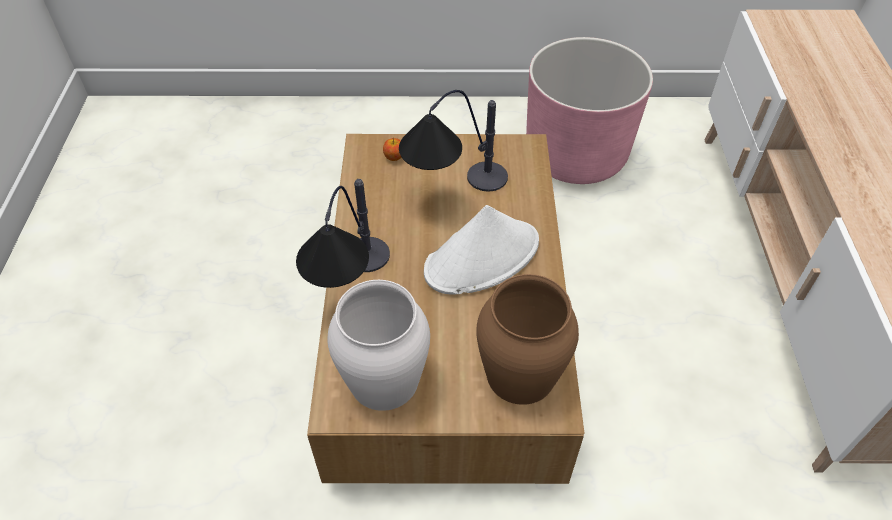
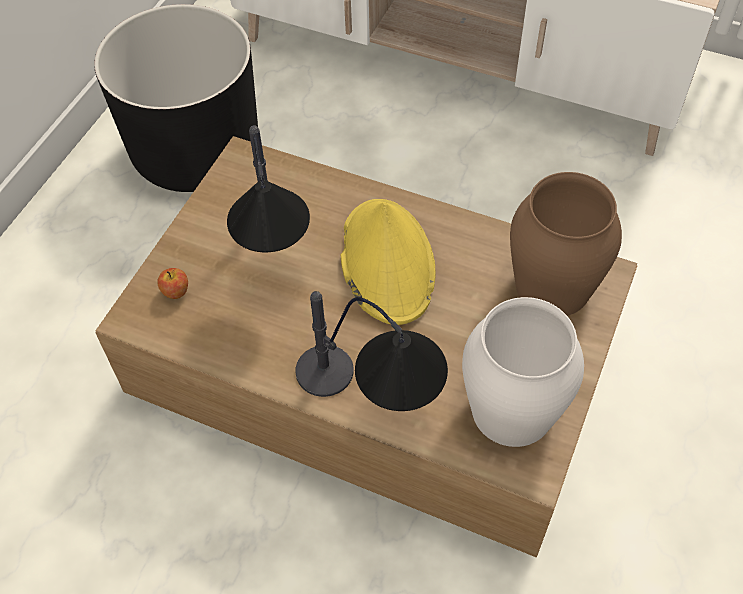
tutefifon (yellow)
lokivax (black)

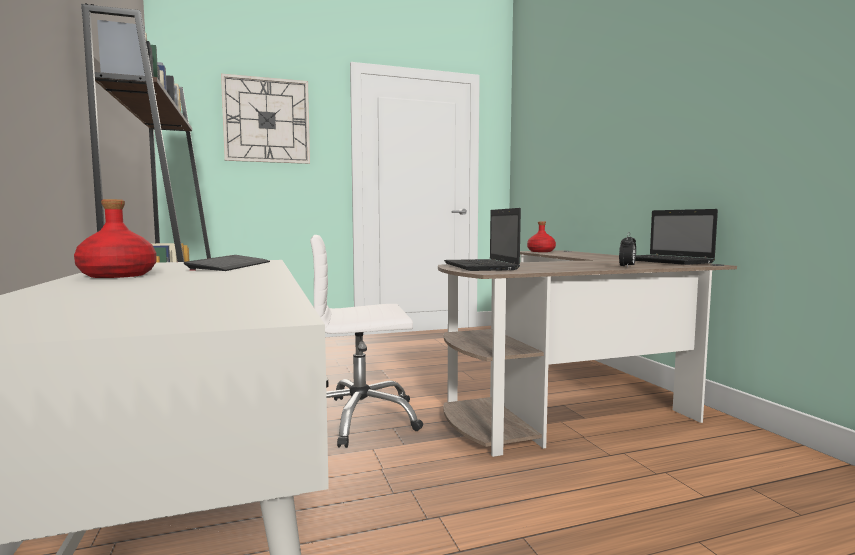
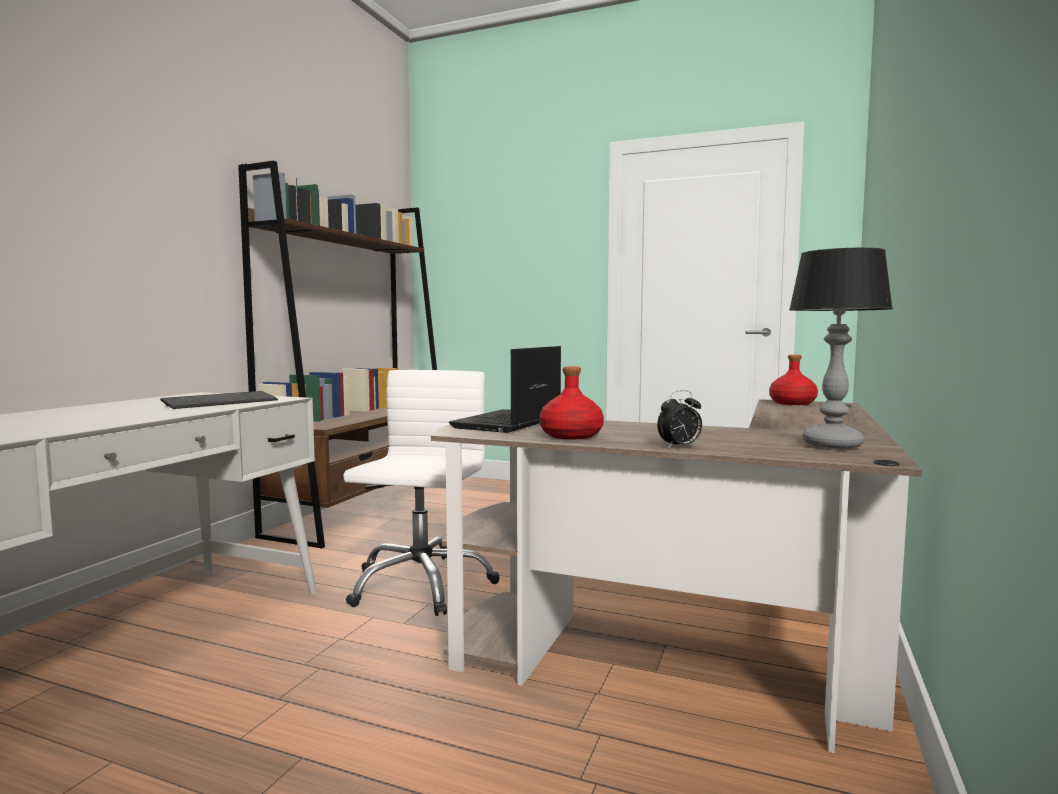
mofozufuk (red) (no. 1 from left)
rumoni
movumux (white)
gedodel

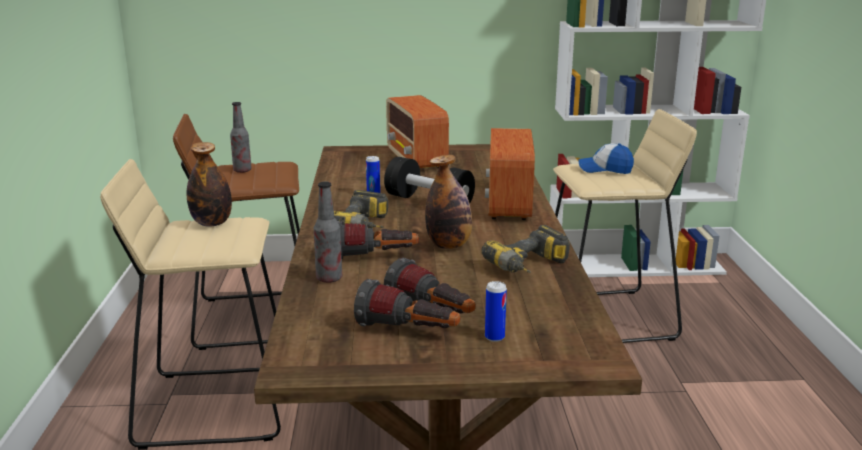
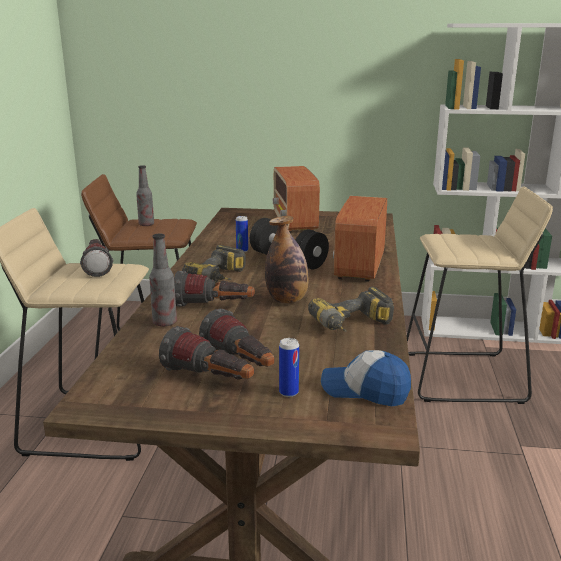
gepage (no. 1 from left)
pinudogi

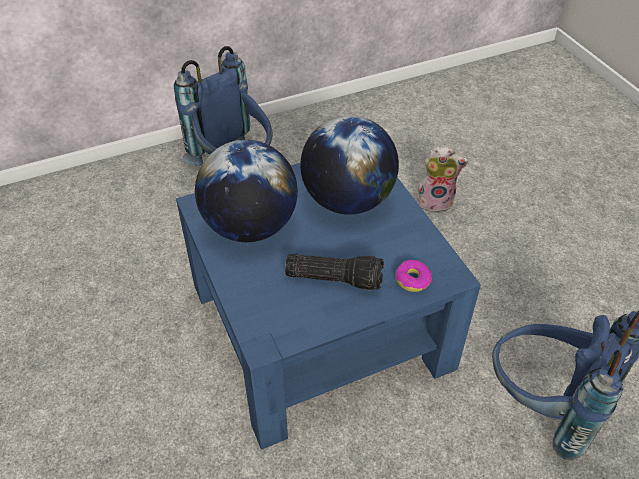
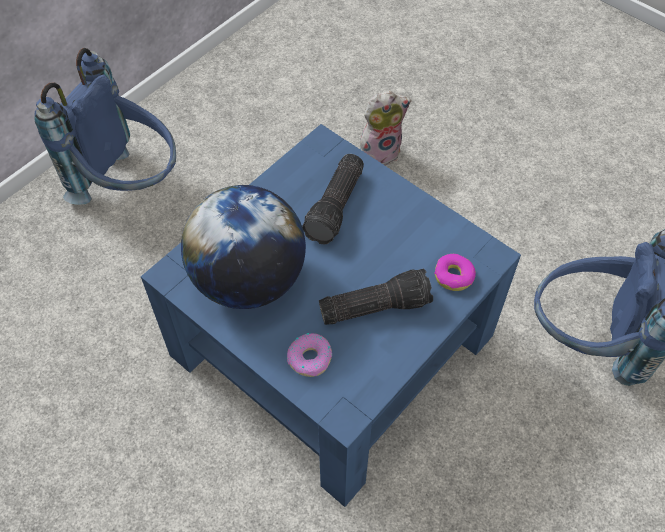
gepage (no. 1 from left)
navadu (no. 1 from left)

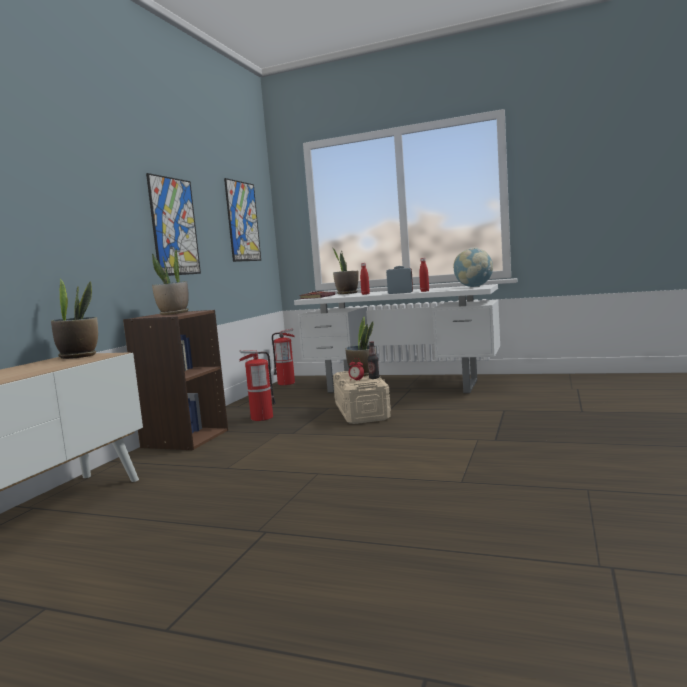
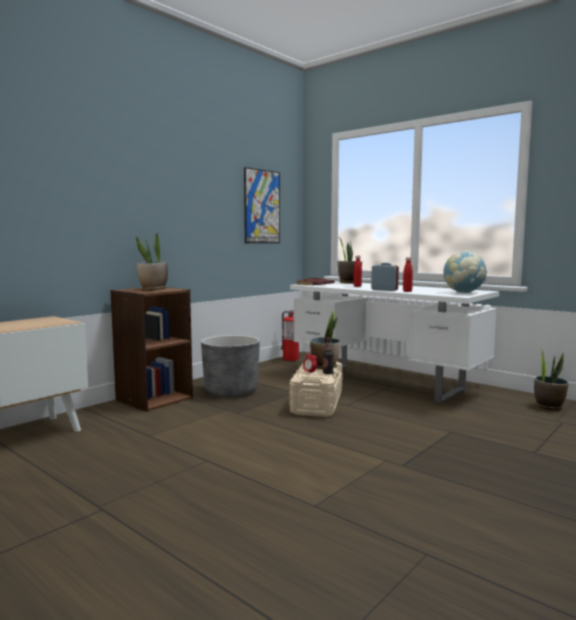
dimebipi (no. 4 from left)
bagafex (no. 1 from left in the first image)
lokivax (grey)

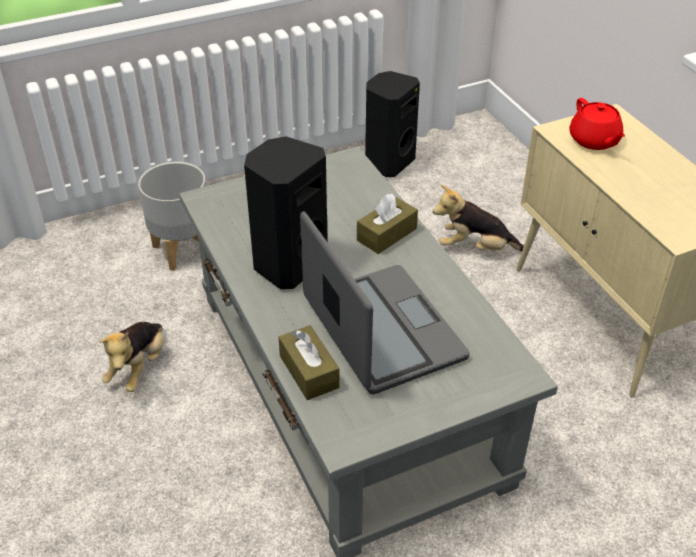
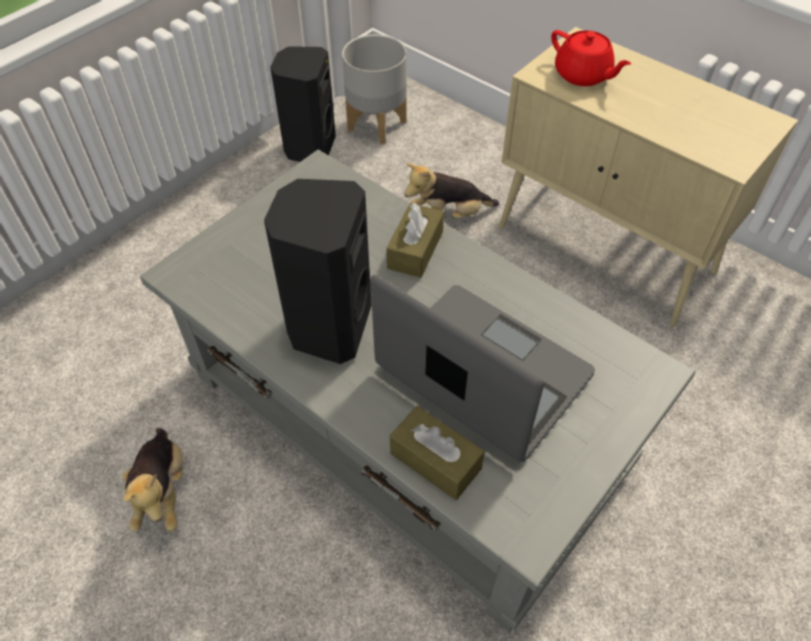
lokivax (grey)

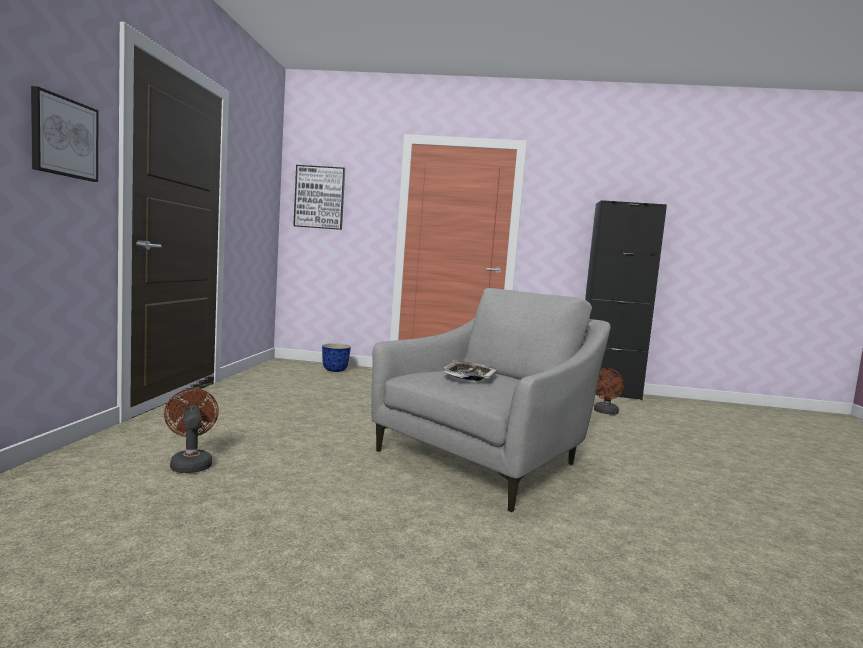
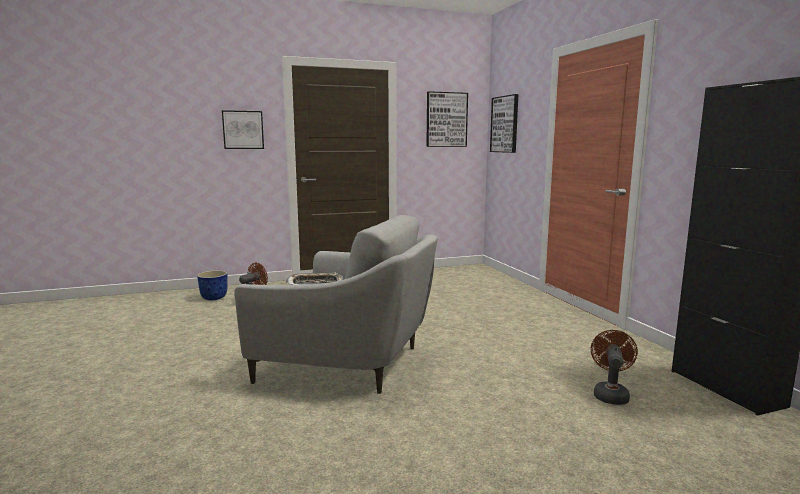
lokivax
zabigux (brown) (no. 2 from left)
bagafex (no. 2 from left)

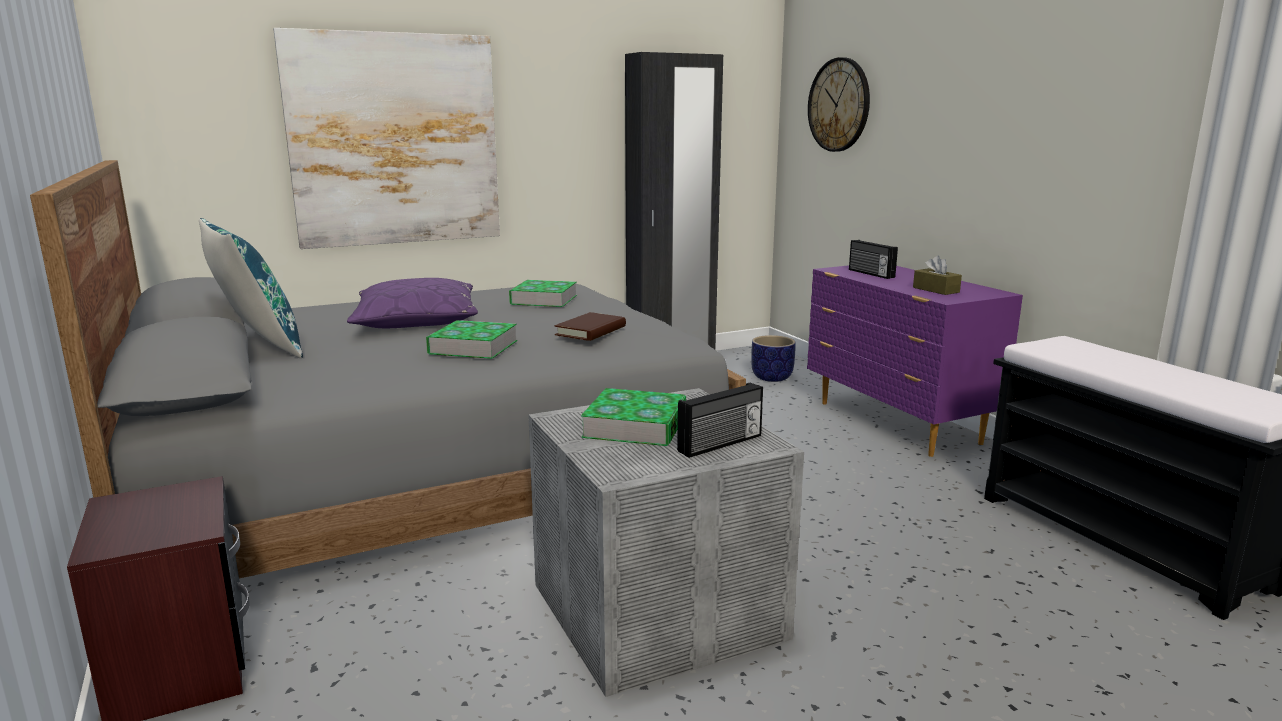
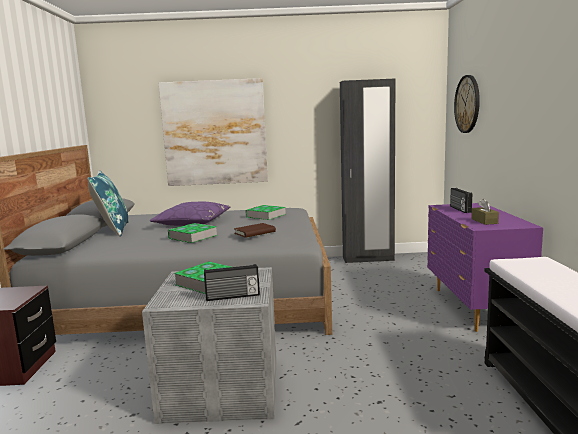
lokivax

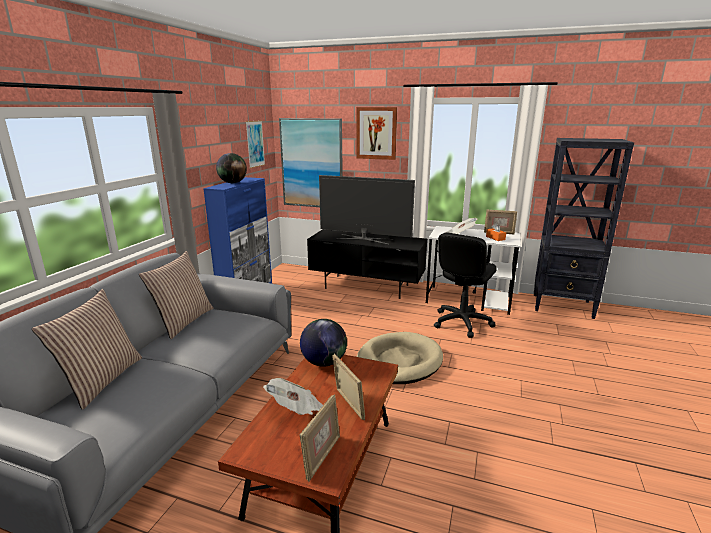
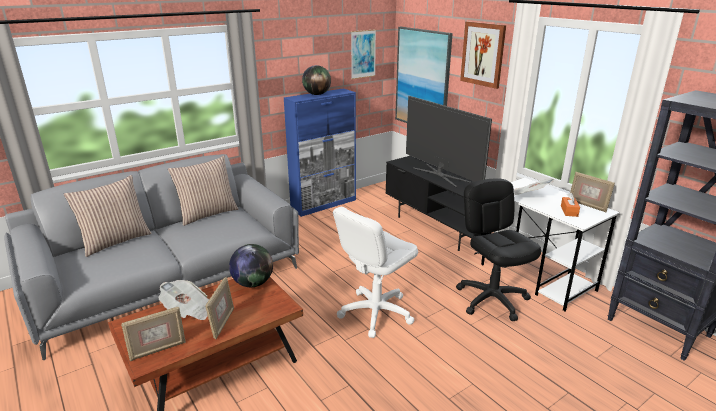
movumux (white)
movumux (black)

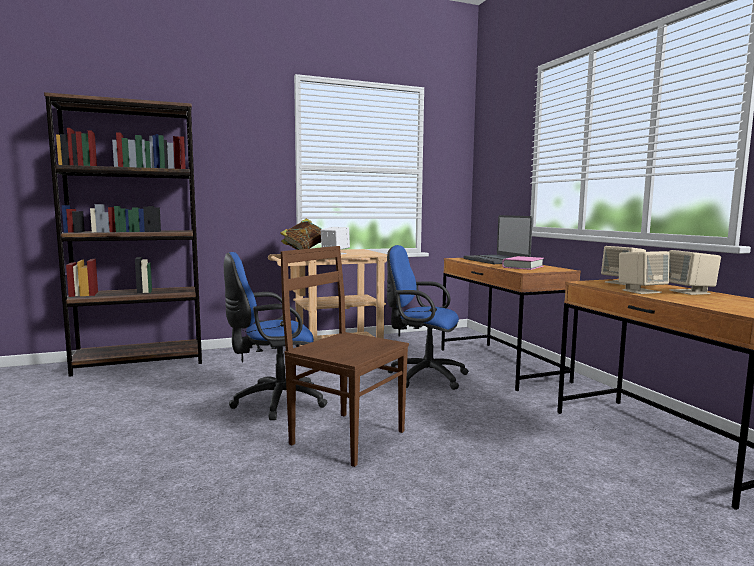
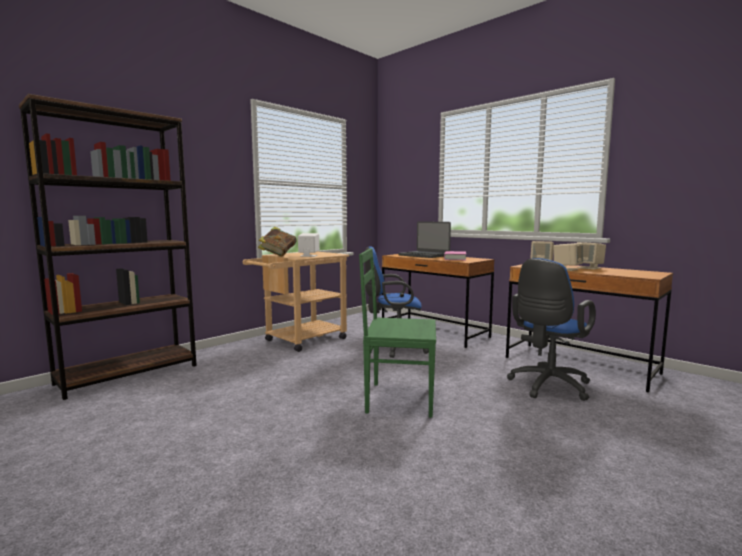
movumux (blue) (no. 2 from left)
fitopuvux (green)

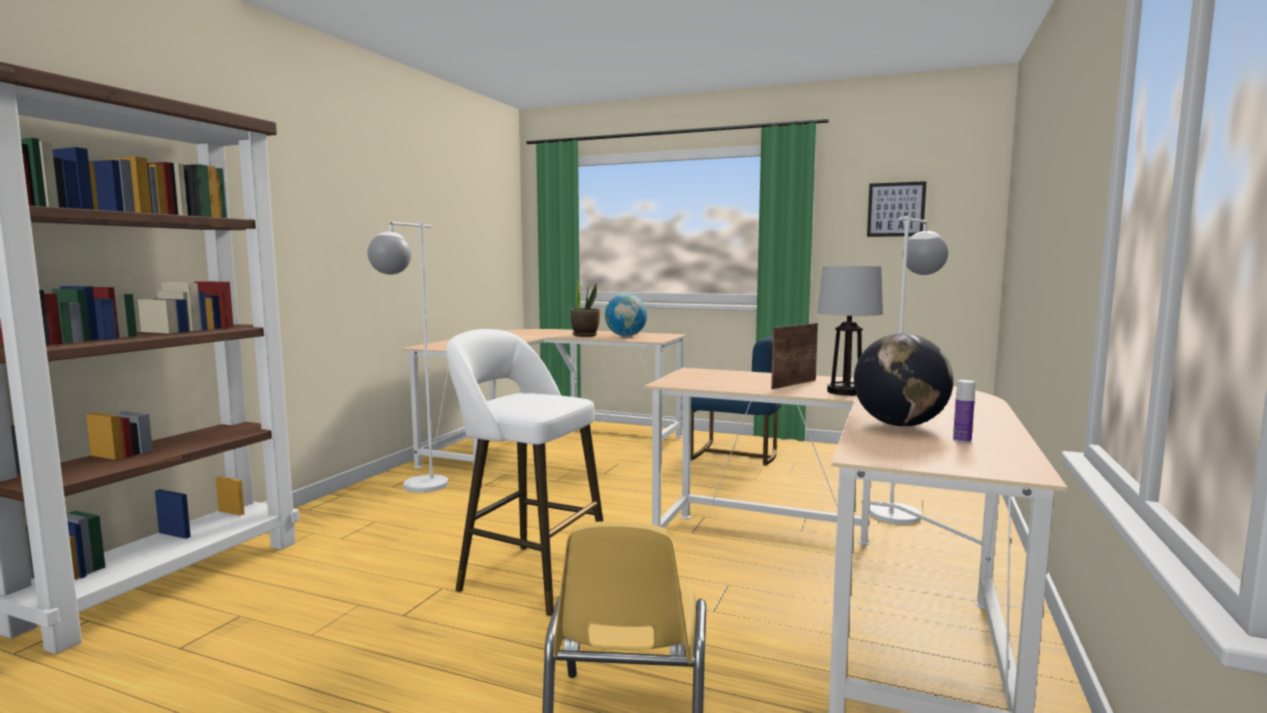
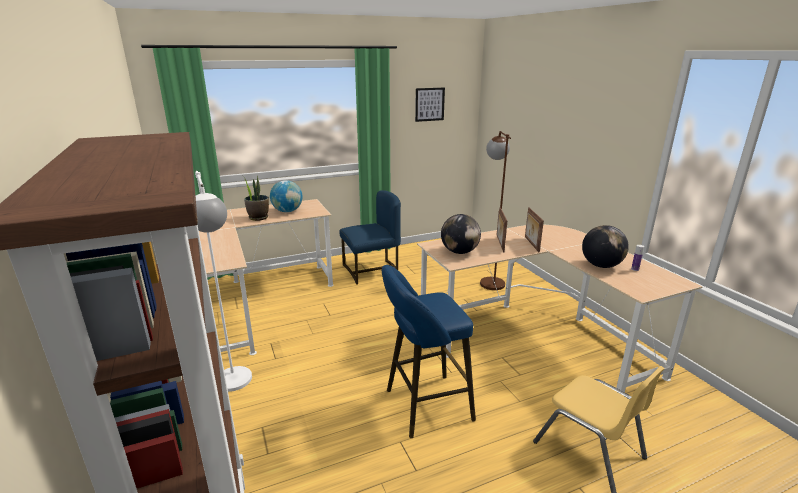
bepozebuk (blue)
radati (no. 2 from left)
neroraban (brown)
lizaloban (no. 2 from left)

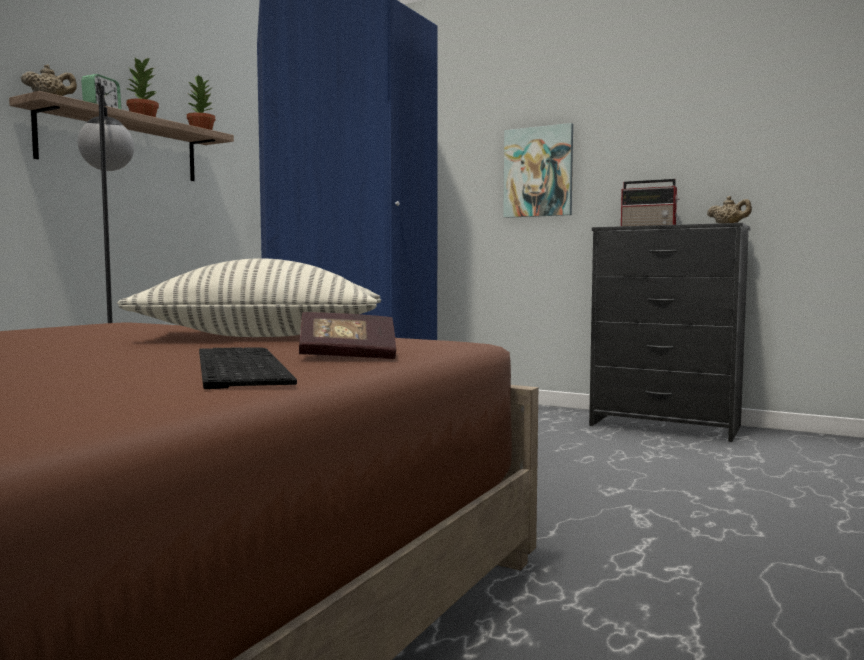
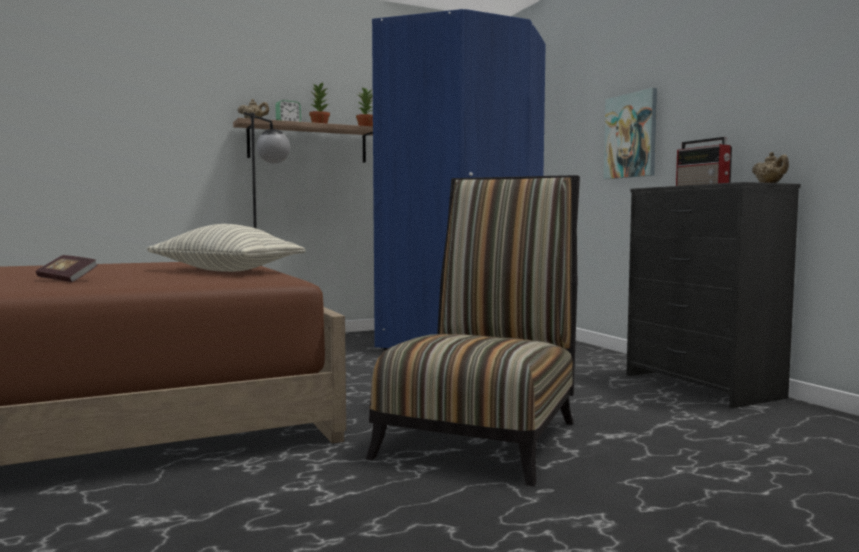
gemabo
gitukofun
fitopuvux

